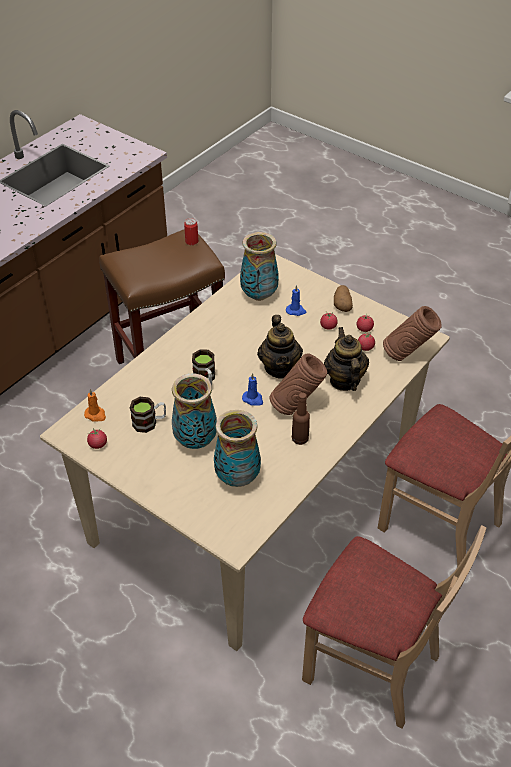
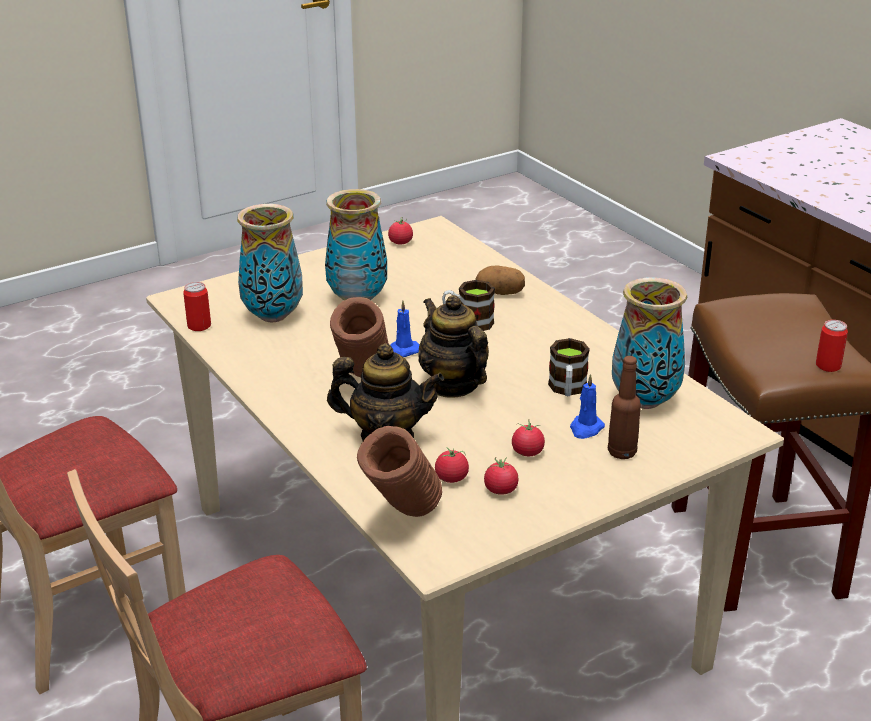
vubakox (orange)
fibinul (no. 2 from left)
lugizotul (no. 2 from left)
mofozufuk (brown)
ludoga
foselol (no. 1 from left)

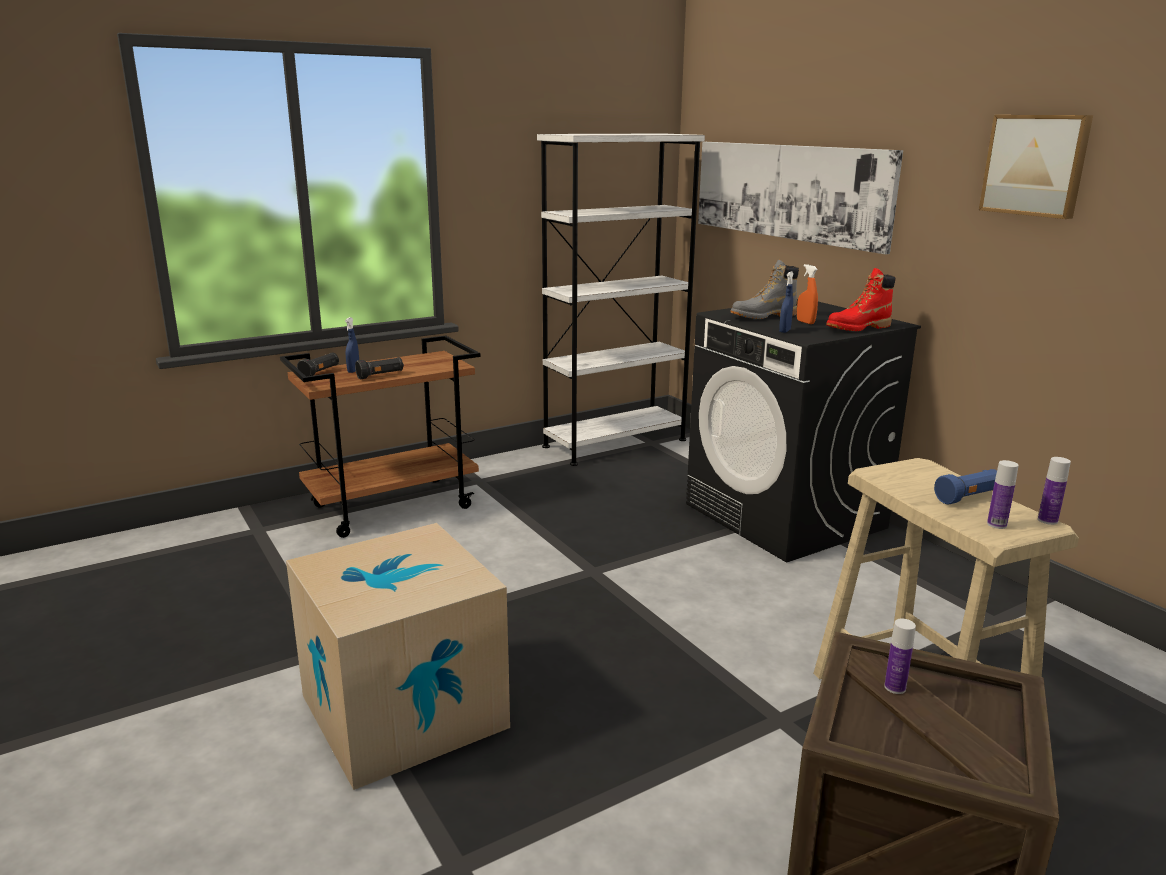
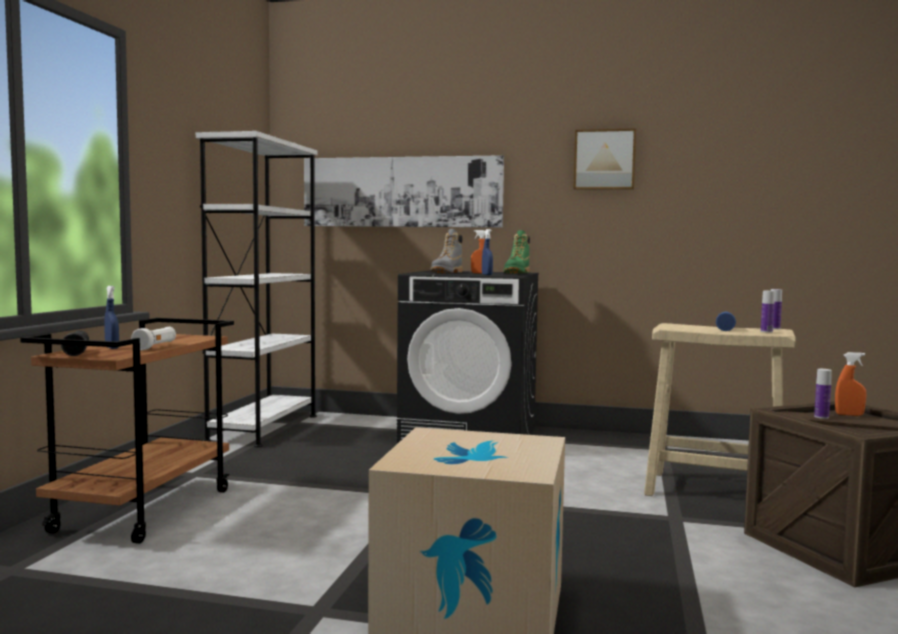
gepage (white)
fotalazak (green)
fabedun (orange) (no. 2 from left)

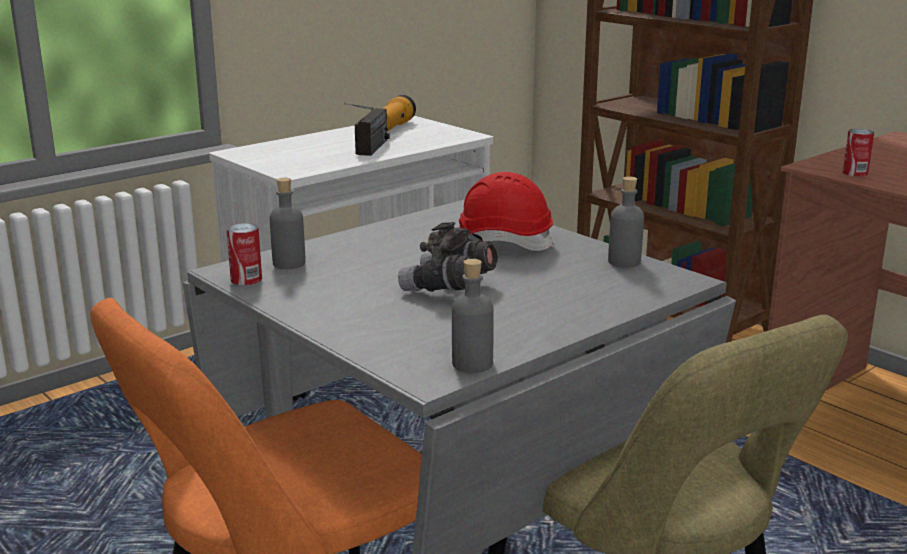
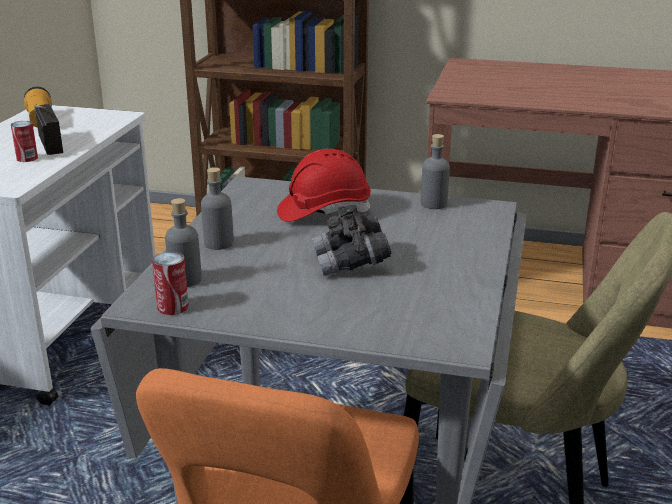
mofozufuk (grey) (no. 2 from left)
foselol (no. 1 from left)

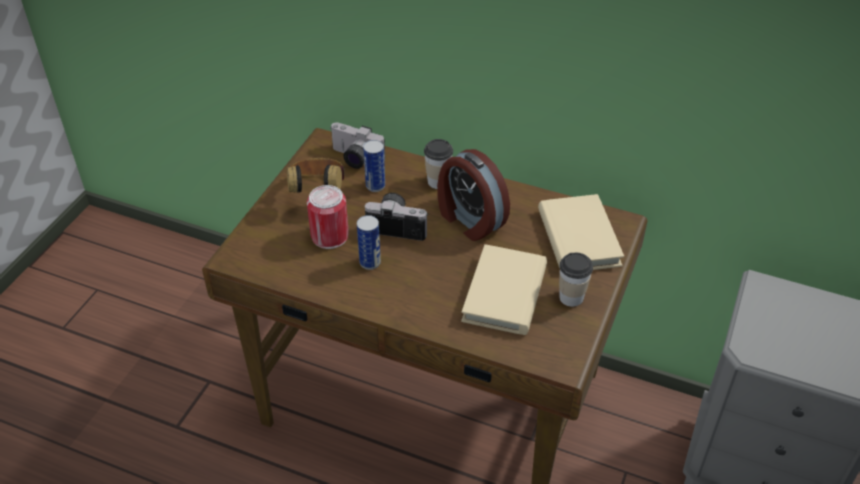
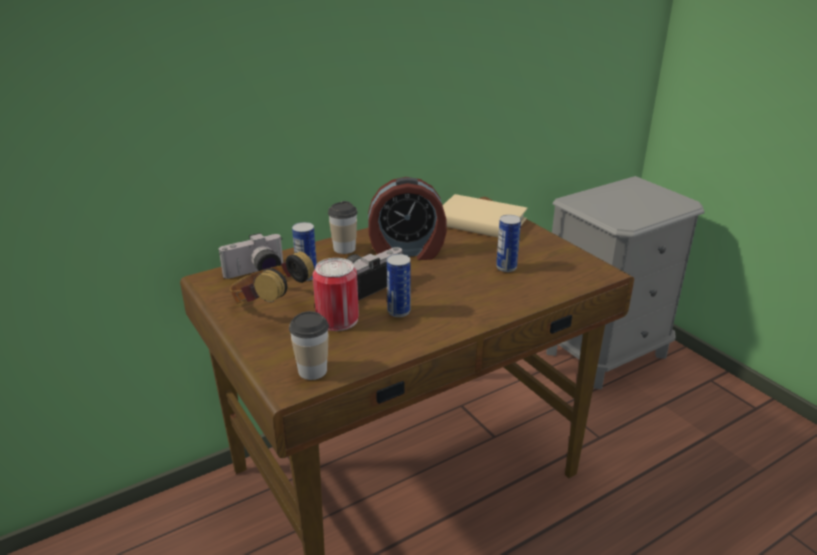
foselol (no. 4 from left)
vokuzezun (no. 1 from left)

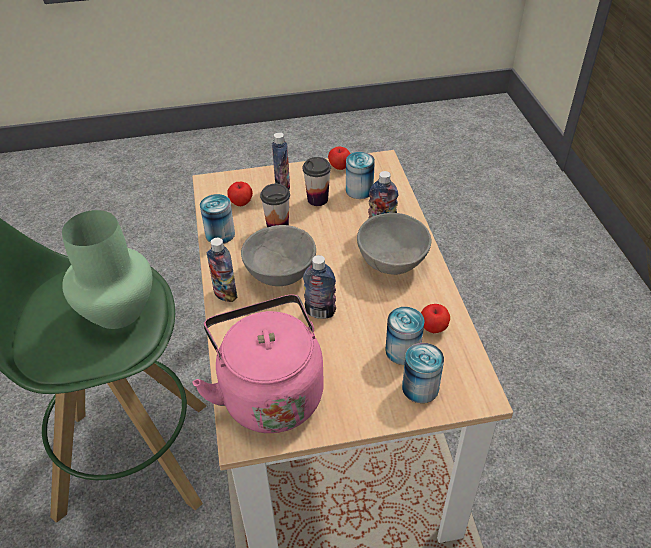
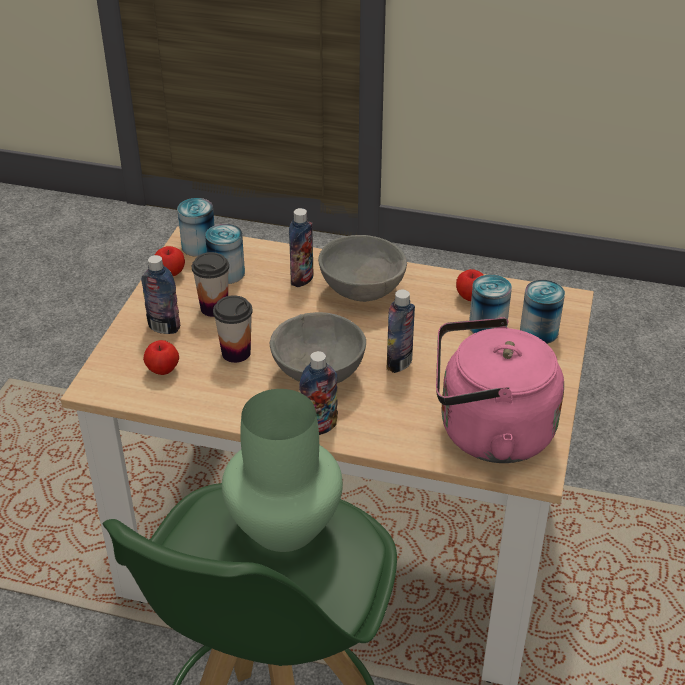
foselol (no. 1 from left)

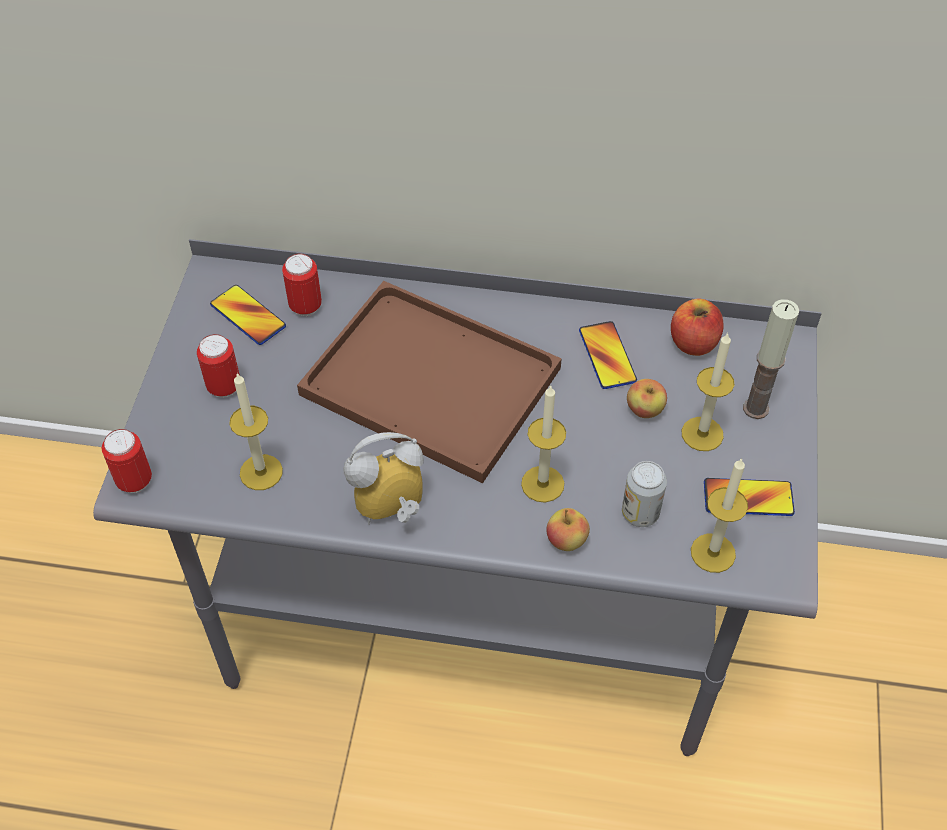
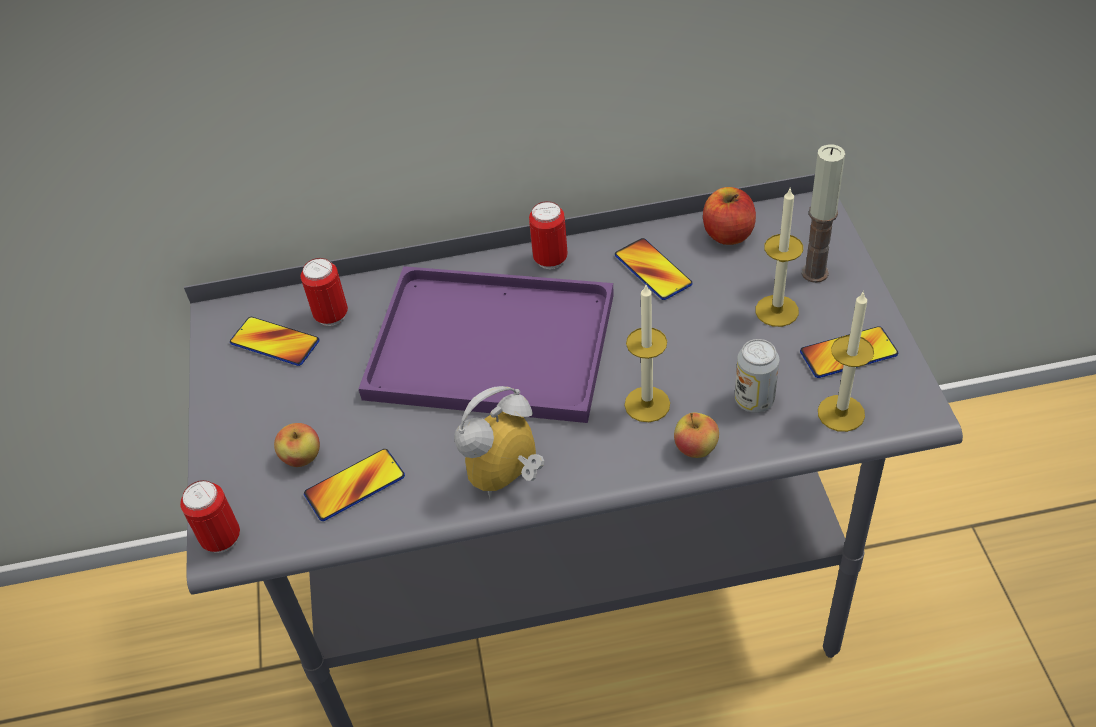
foselol (no. 3 from left)
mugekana (no. 2 from left)
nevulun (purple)
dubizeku (no. 1 from left)

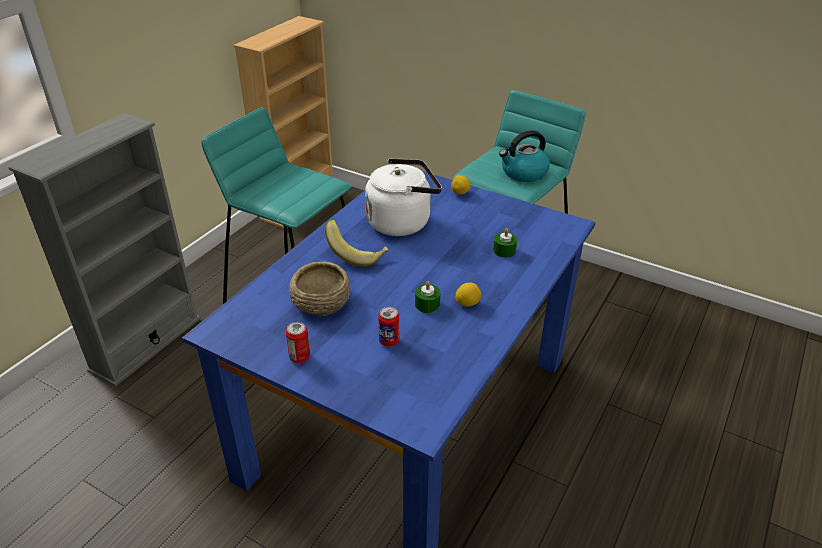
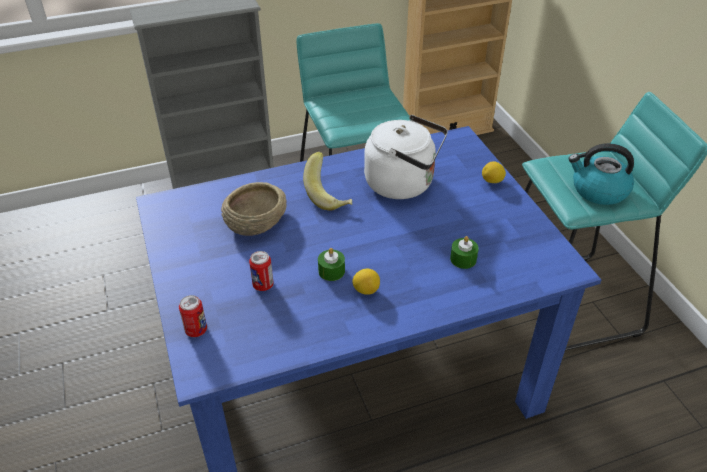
foselol (no. 1 from left)

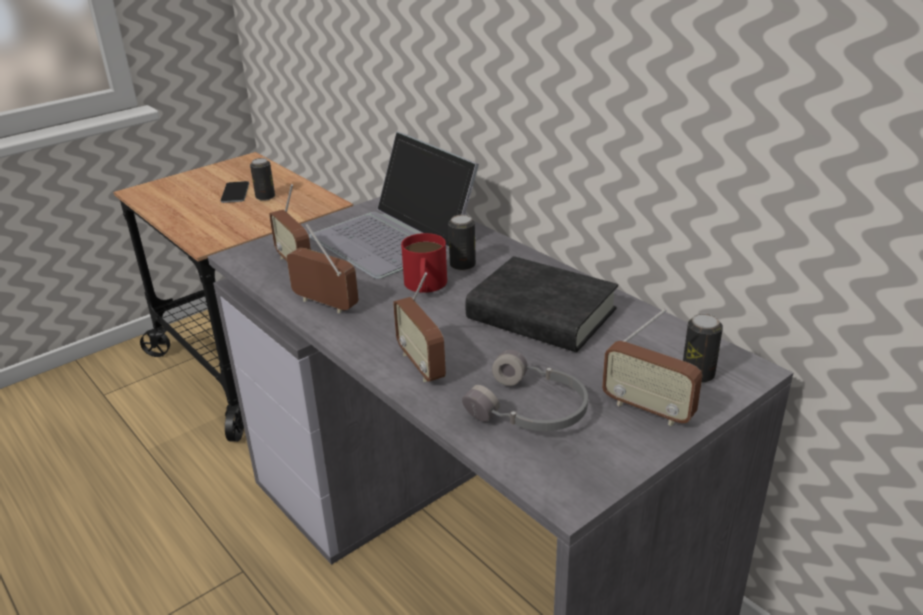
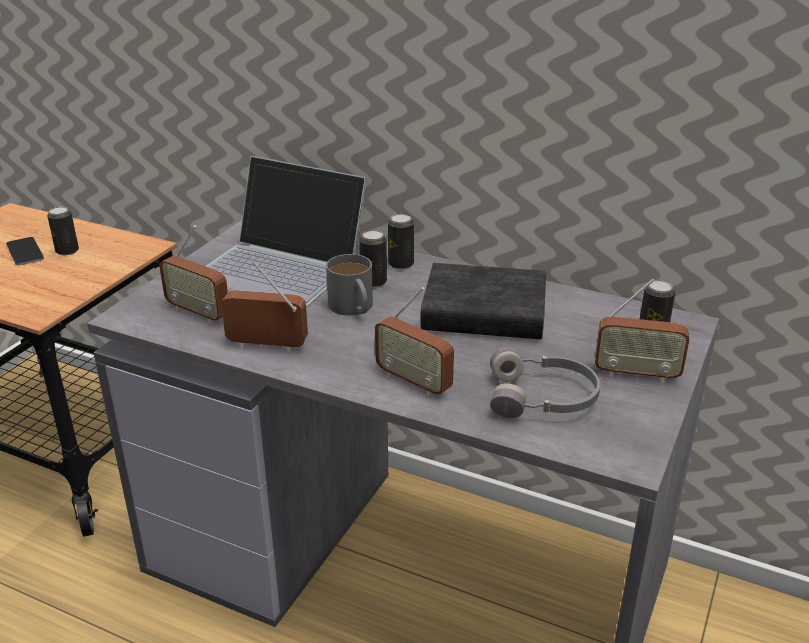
fibinul (grey)
foselol (no. 3 from left)

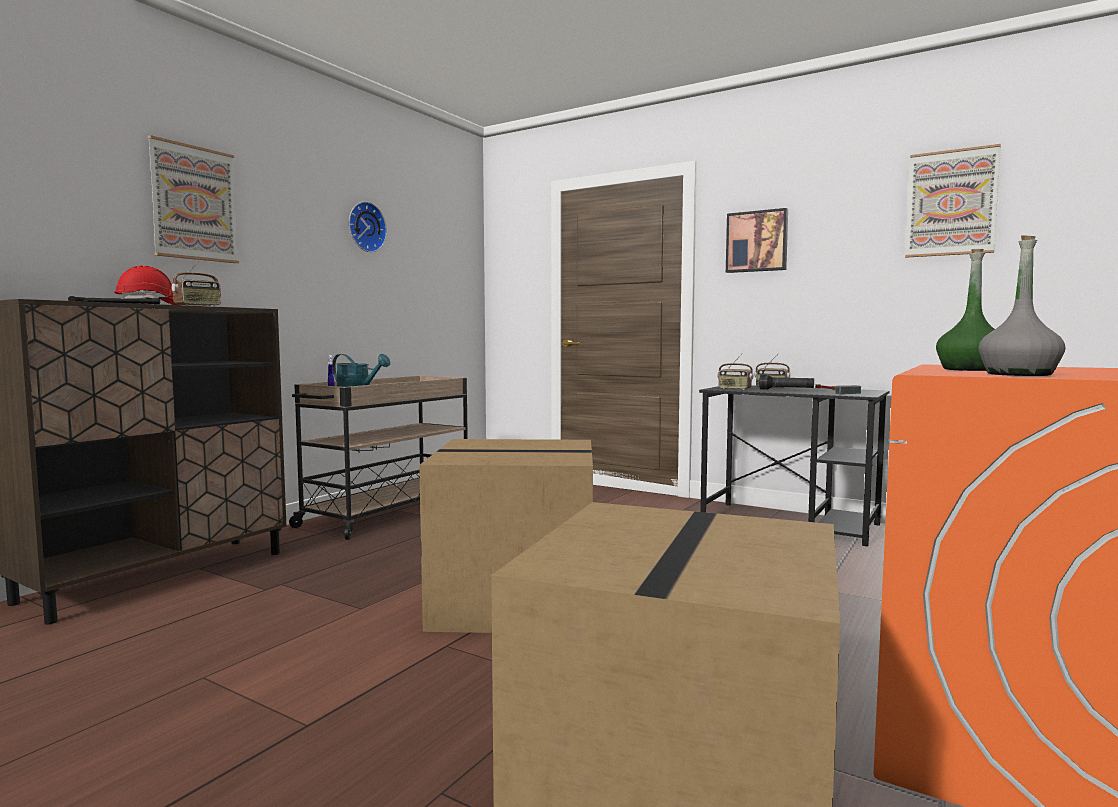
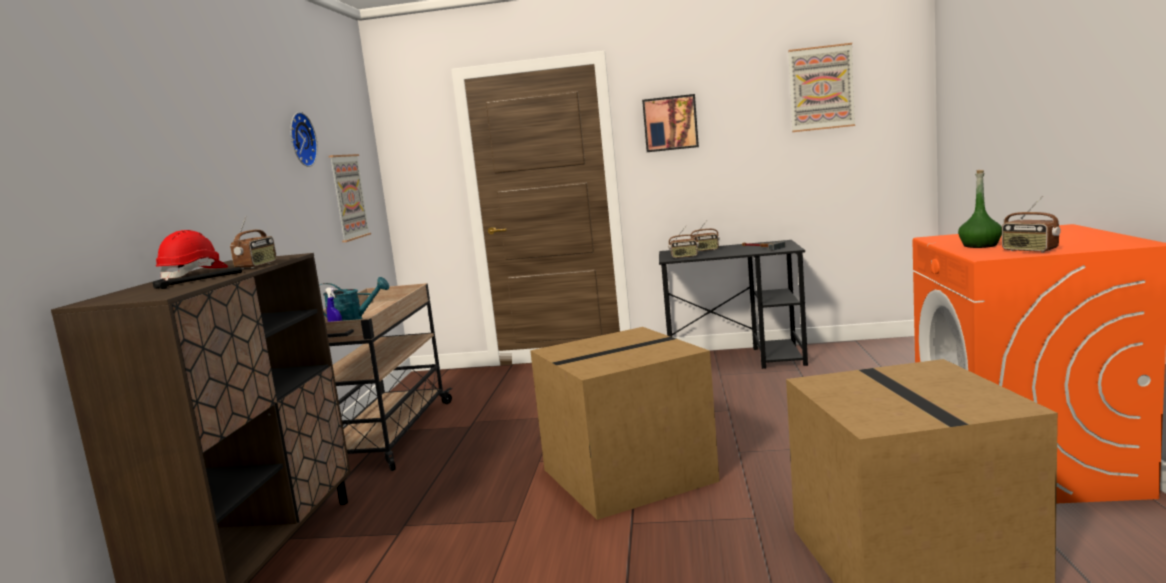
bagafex (no. 1 from left)
gepage (black)
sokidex (no. 4 from left)

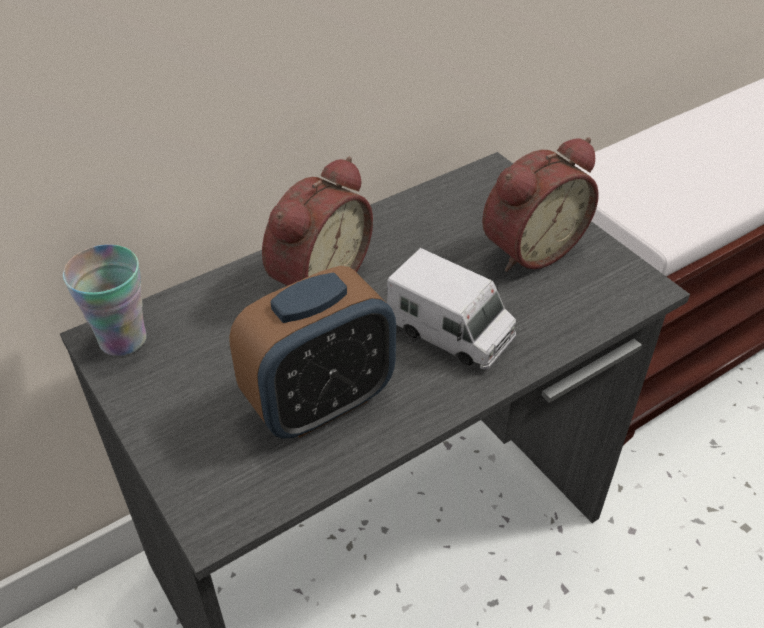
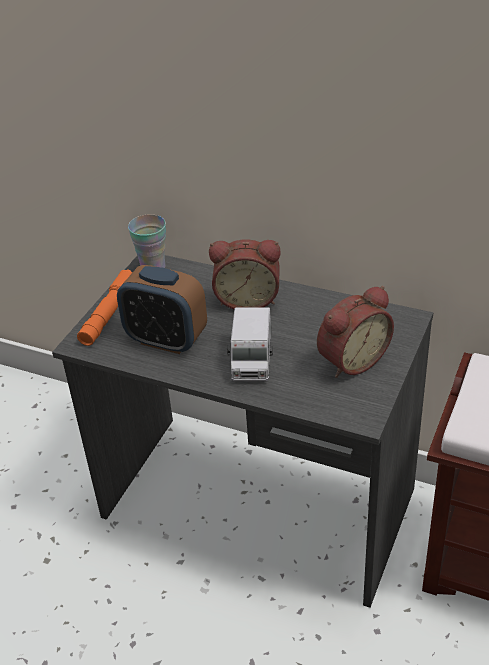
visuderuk (no. 3 from left)
gepage (orange)

